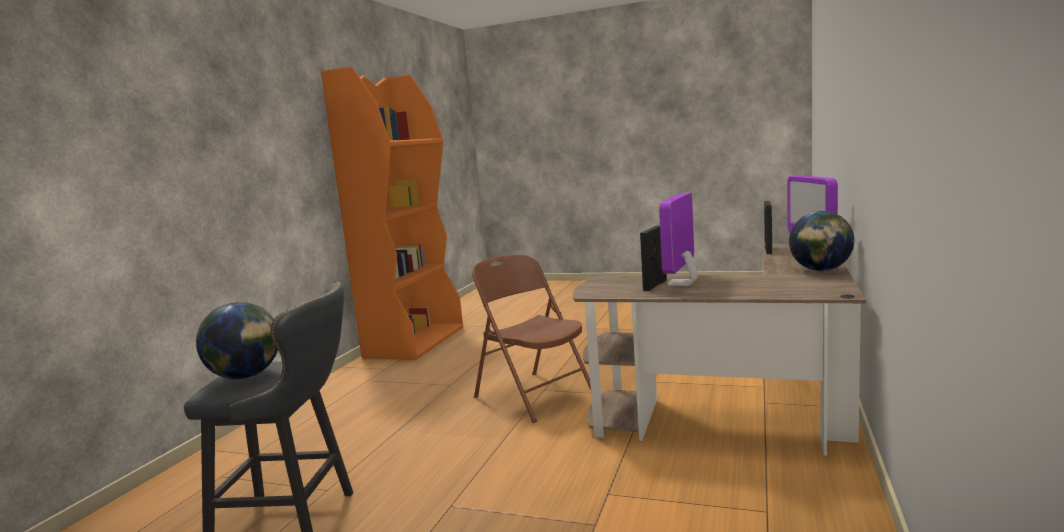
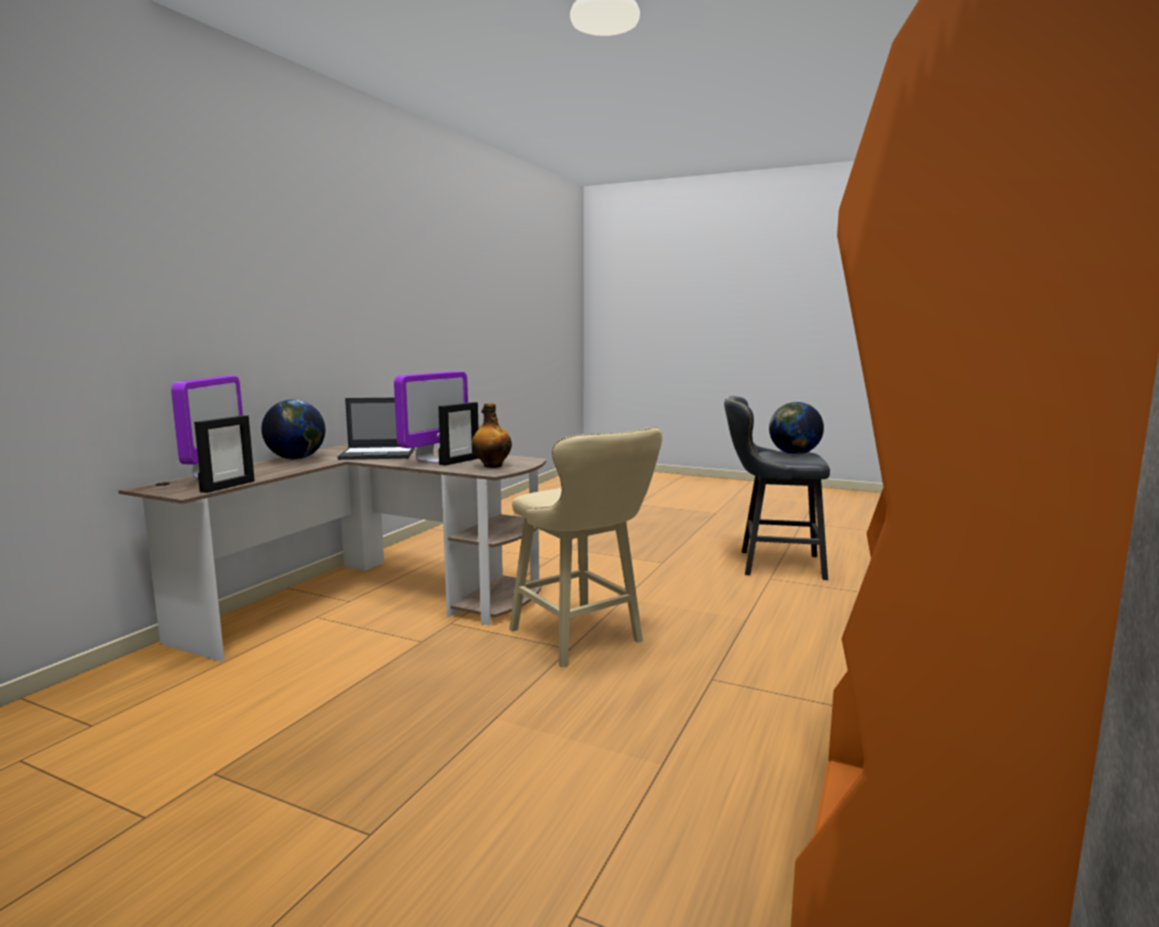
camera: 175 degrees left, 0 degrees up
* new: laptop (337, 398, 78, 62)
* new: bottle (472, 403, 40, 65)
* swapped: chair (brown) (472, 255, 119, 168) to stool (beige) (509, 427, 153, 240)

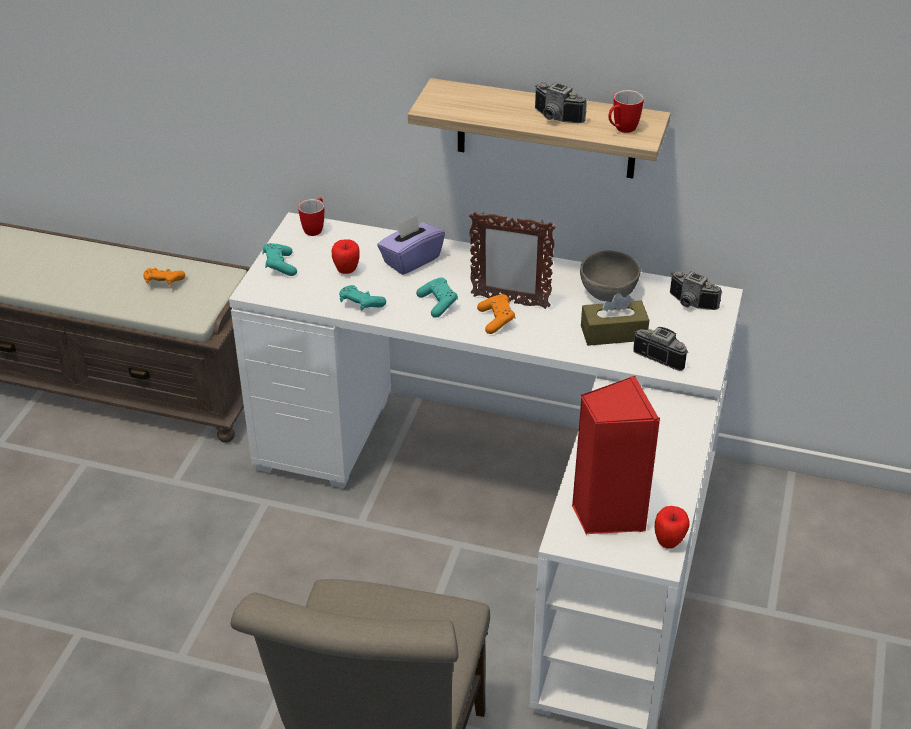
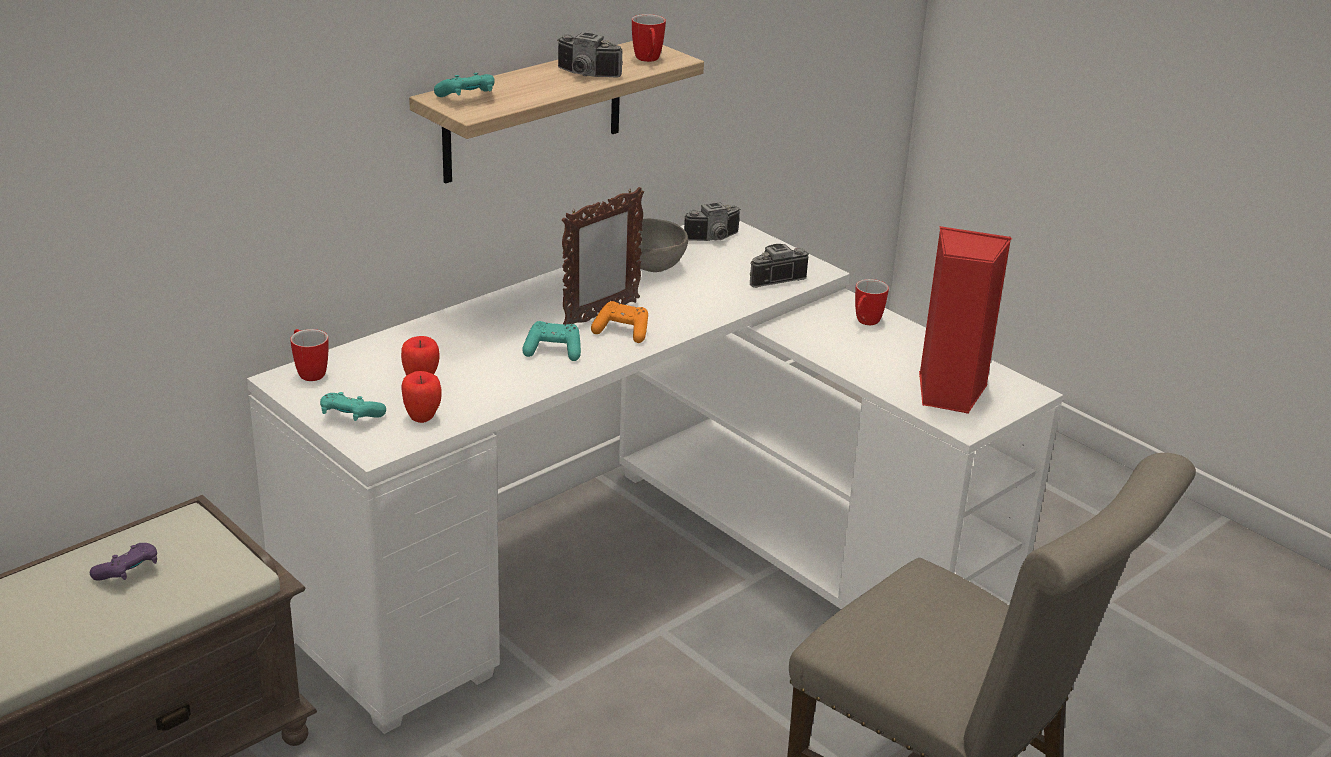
camera: 60 degrees left, 10 degrees down
* repainted: game controller (orange) (143, 268, 42, 18) to game controller (purple) (90, 543, 67, 38)
* shifted: apple (655, 506, 34, 43) to (401, 371, 41, 52)
* shifted: game controller (turquoise) (339, 285, 47, 25) to (434, 73, 61, 24)
* rotated: photo camera (535, 82, 52, 41) = (557, 33, 66, 45) 45 degrees clockwise
* new: mug (855, 279, 34, 46)
* gone: tissue box (purple) (377, 215, 68, 60)
* gone: tissue box (brown) (581, 293, 68, 53)

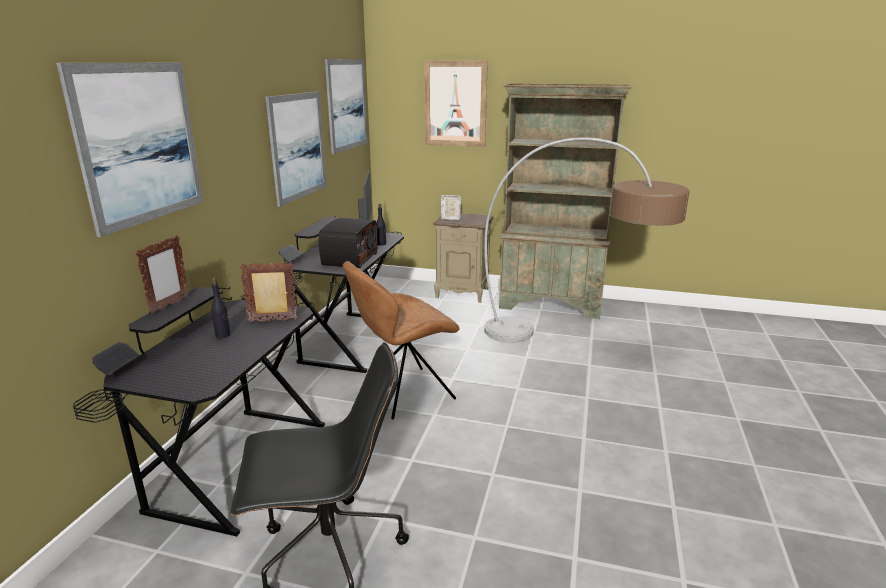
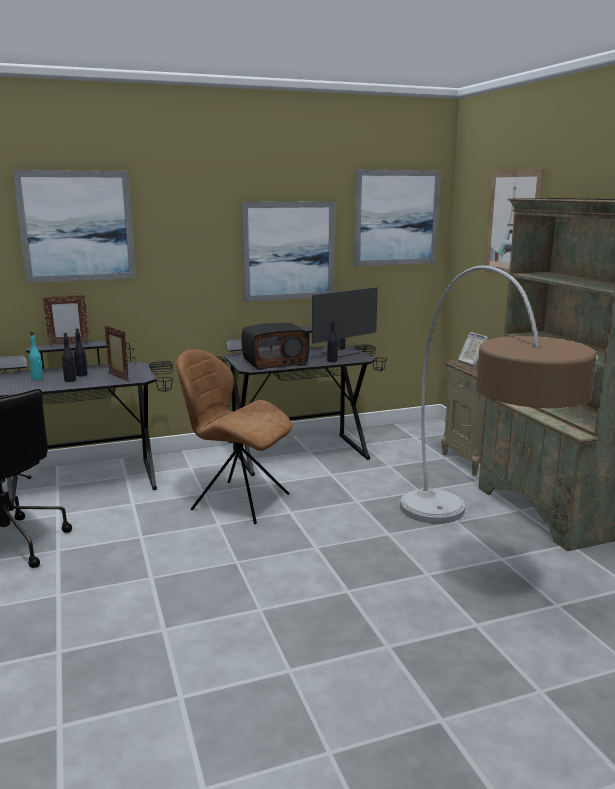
camera: 55 degrees right, 5 degrees down
* new: bottle (turquoise) (29, 331, 14, 49)
* new: bottle (black) (62, 332, 14, 50)

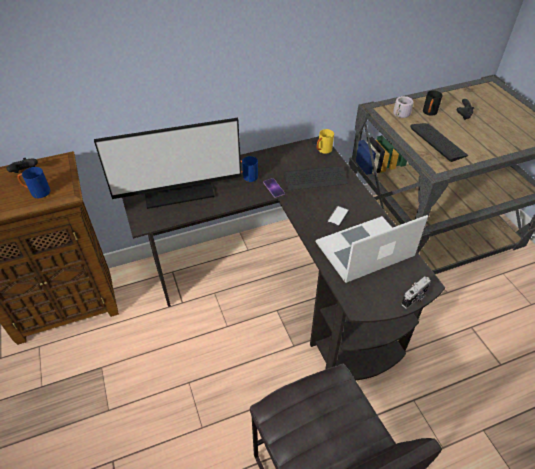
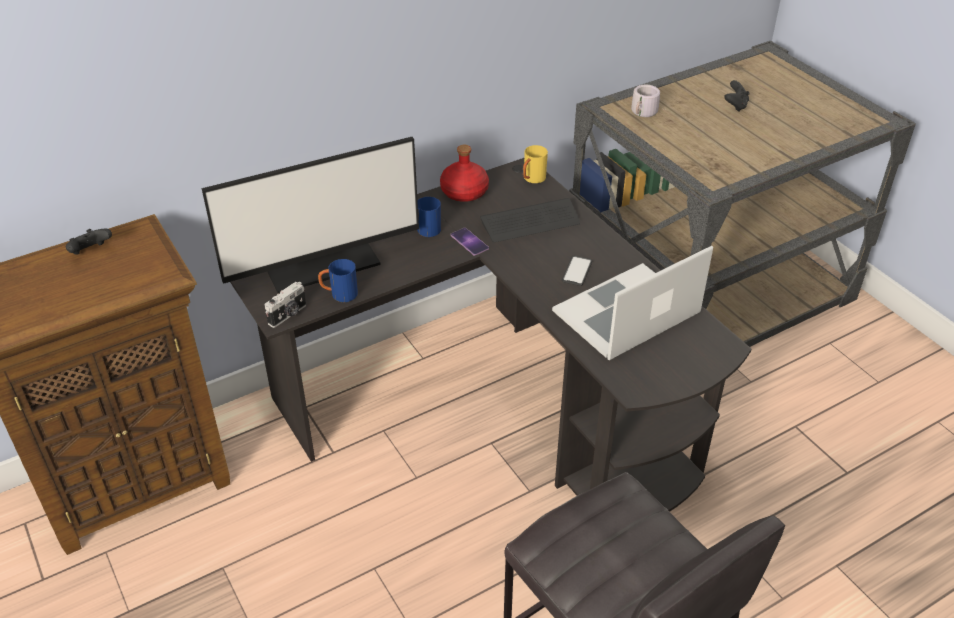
camera: 10 degrees left, 5 degrees down
* shifted: photo camera (401, 276, 30, 32) to (264, 282, 42, 46)
* shifted: mug (blue) (17, 167, 34, 31) to (318, 259, 40, 43)
* new: bottle (red) (440, 145, 49, 57)
* gone: keyboard (410, 123, 58, 39)
* gone: mug (black) (423, 90, 20, 26)

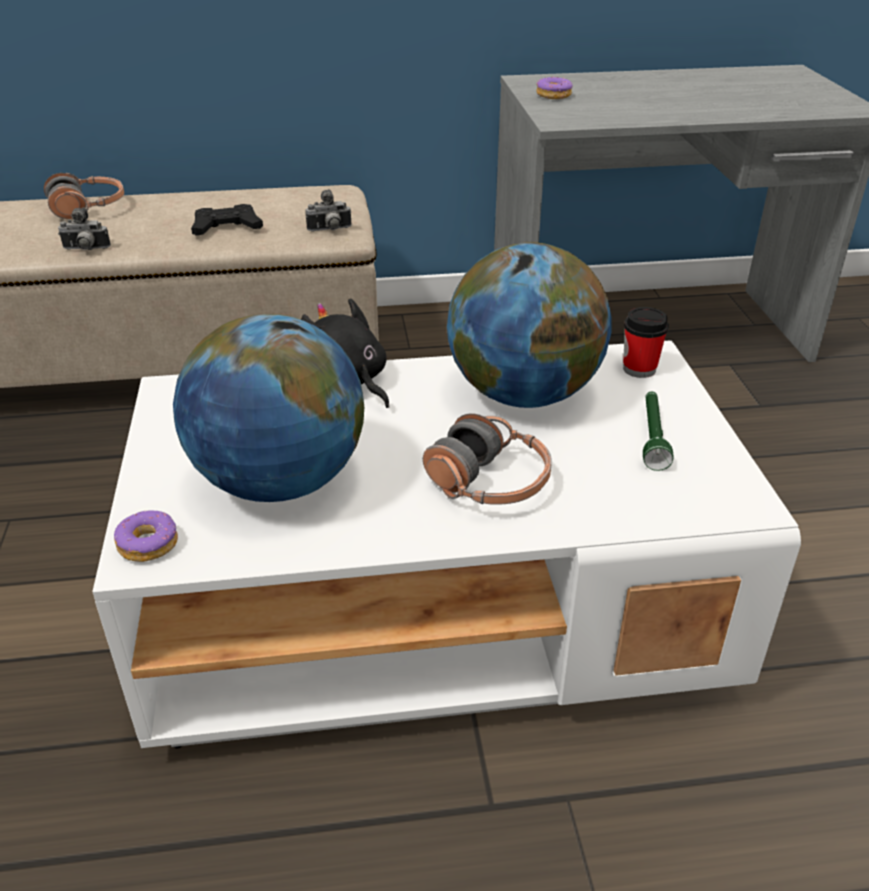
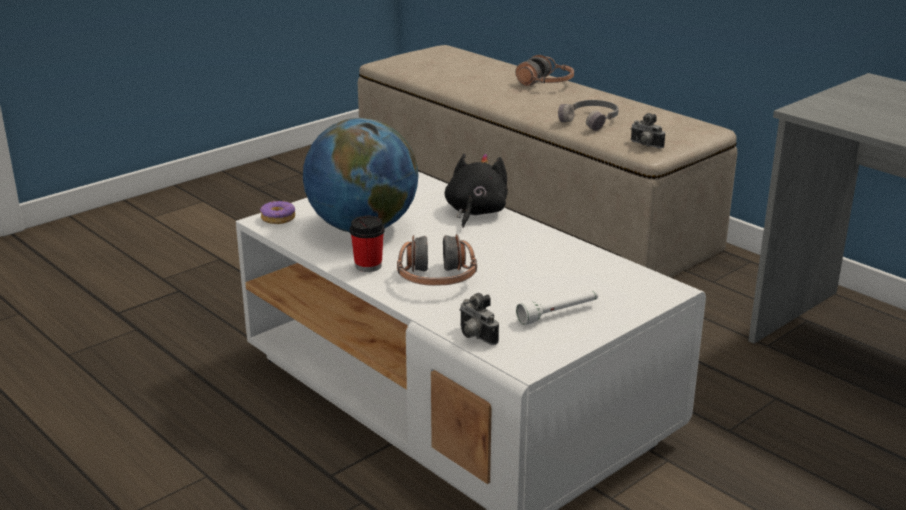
camera: 55 degrees right, 10 degrees down
* shifted: cup (623, 307, 46, 71) to (350, 216, 35, 56)
* shifted: photo camera (58, 207, 53, 43) to (460, 293, 39, 52)
* repainted: flashlight (green) (643, 391, 30, 80) to flashlight (white) (516, 291, 82, 34)
* swapped: game controller (black) (191, 204, 72, 32) to headphones (grey) (558, 100, 61, 31)
* gone: globe (447, 242, 165, 166)
* gone: donut (536, 77, 36, 22)

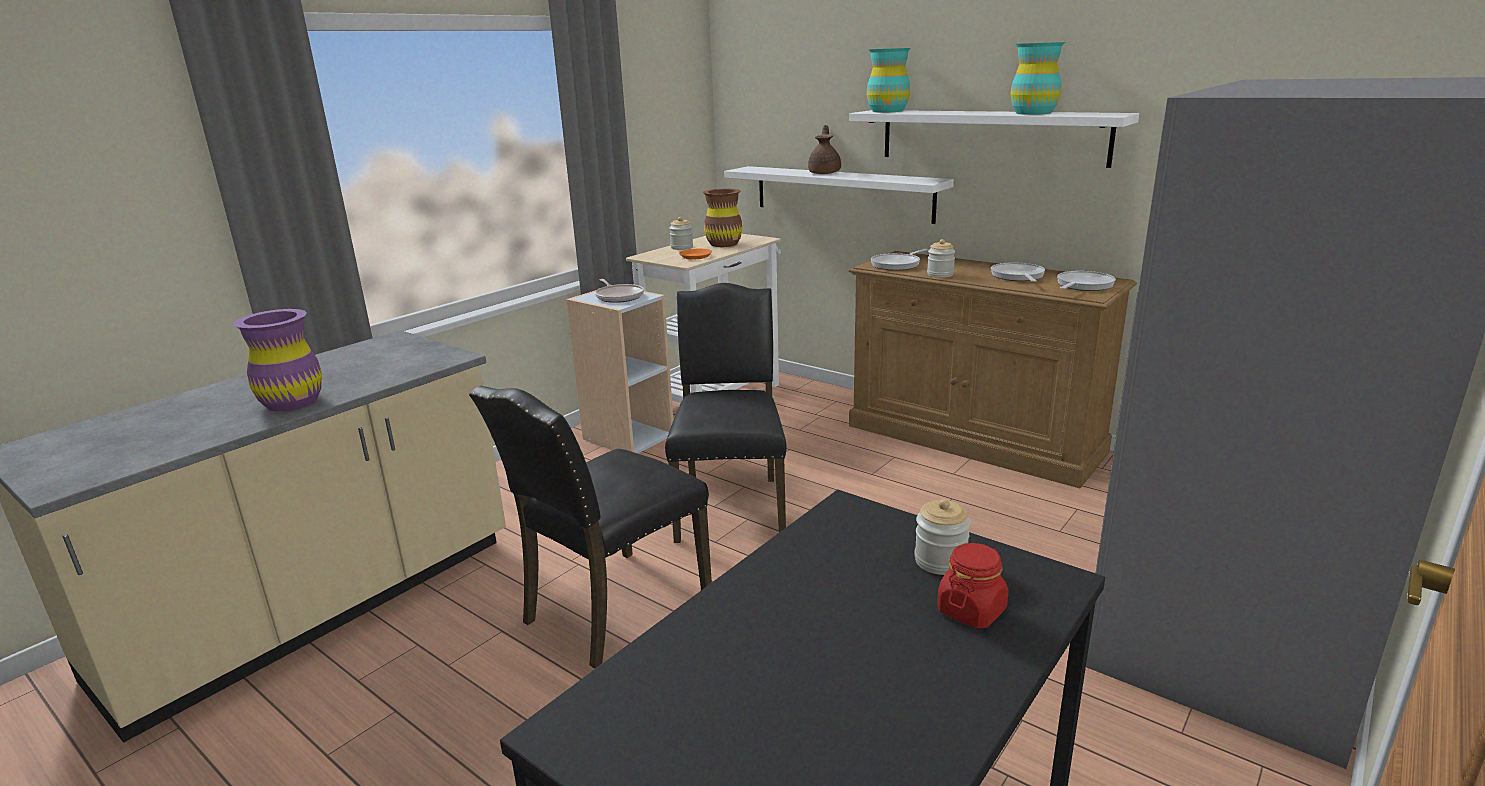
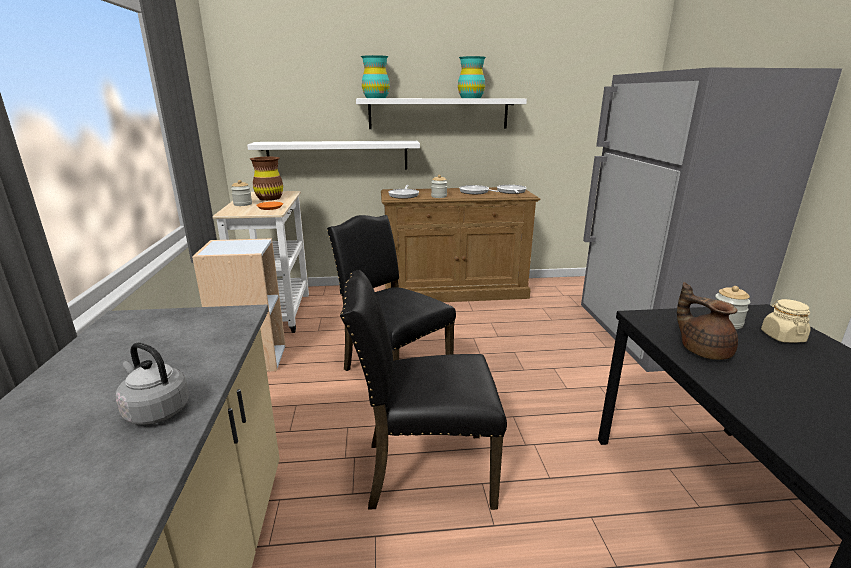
camera: 45 degrees left, 0 degrees up
* swapped: vase (purple) (233, 309, 89, 103) to kettle (grey) (116, 342, 73, 83)
* rotated: chair (black) (469, 386, 243, 283) = (340, 270, 167, 240) 90 degrees clockwise
* shifted: teapot (brown) (808, 125, 33, 49) to (677, 282, 61, 78)
* repainted: jar (red) (937, 543, 72, 85) to jar (beige) (761, 299, 50, 44)
* gone: frying pan (595, 279, 49, 24)

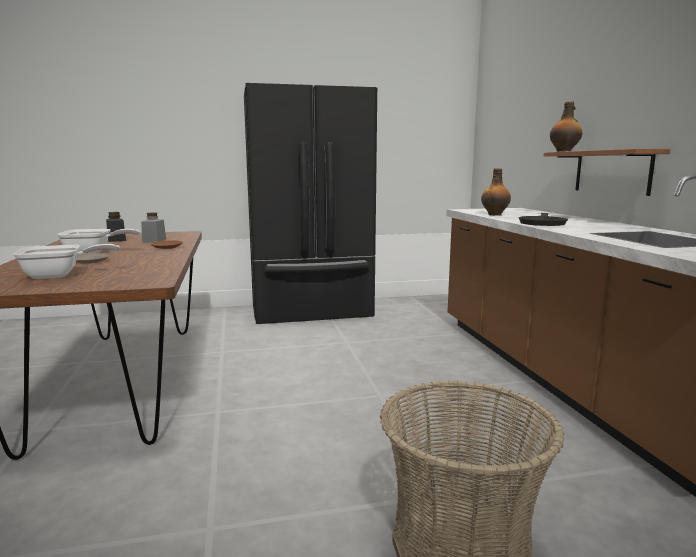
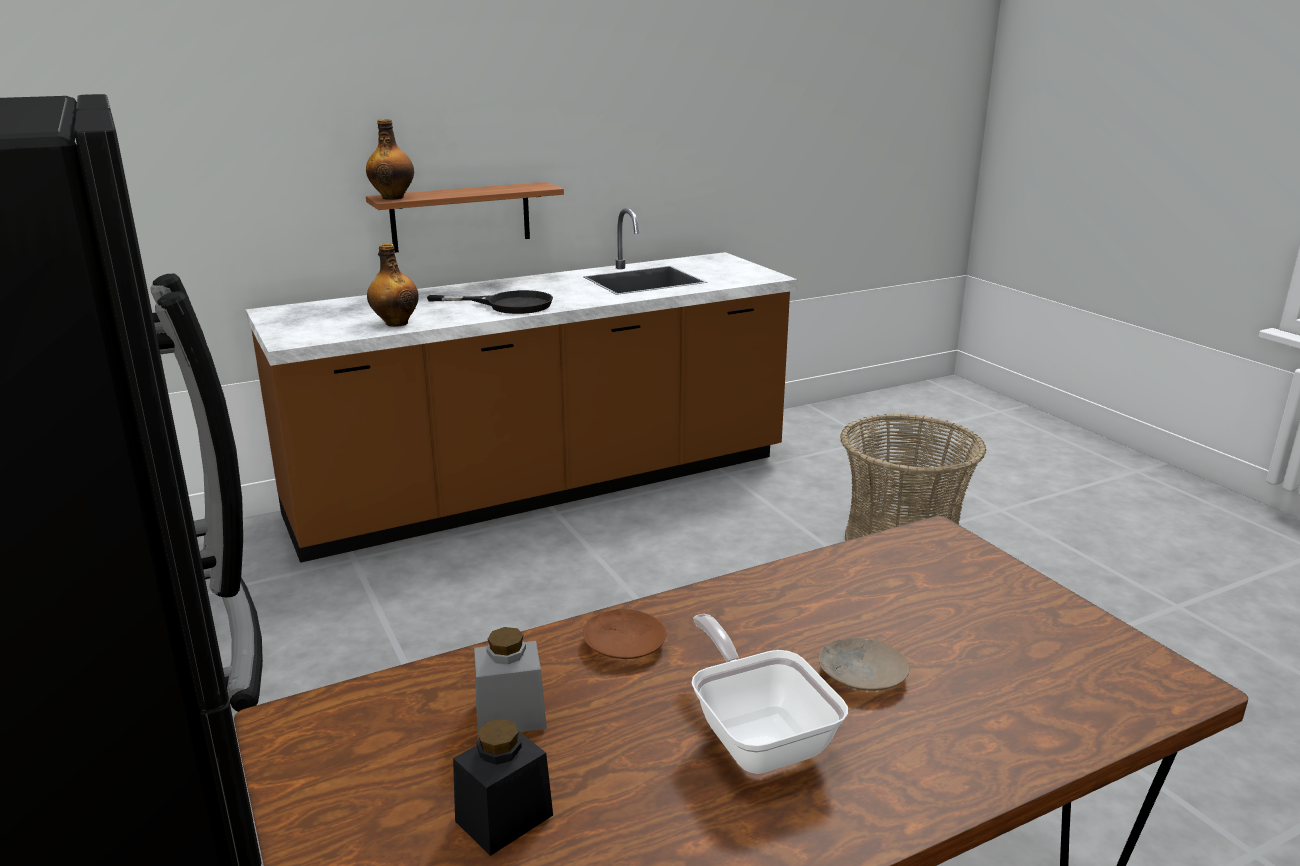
camera: 105 degrees left, 10 degrees up
* gone: frying pan (13, 244, 107, 35)

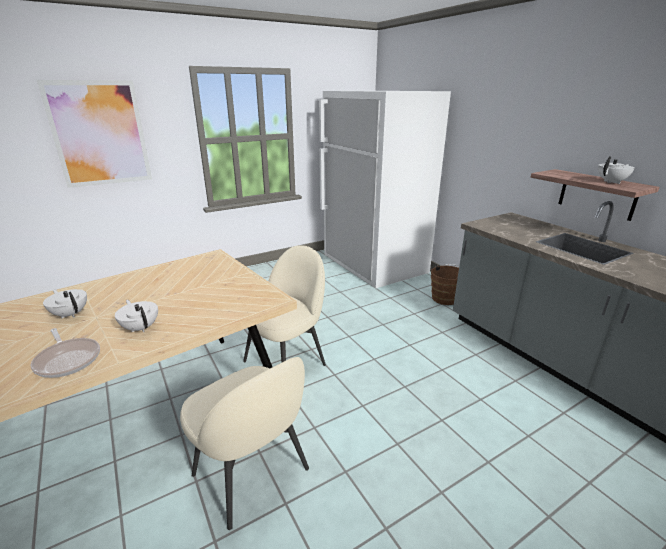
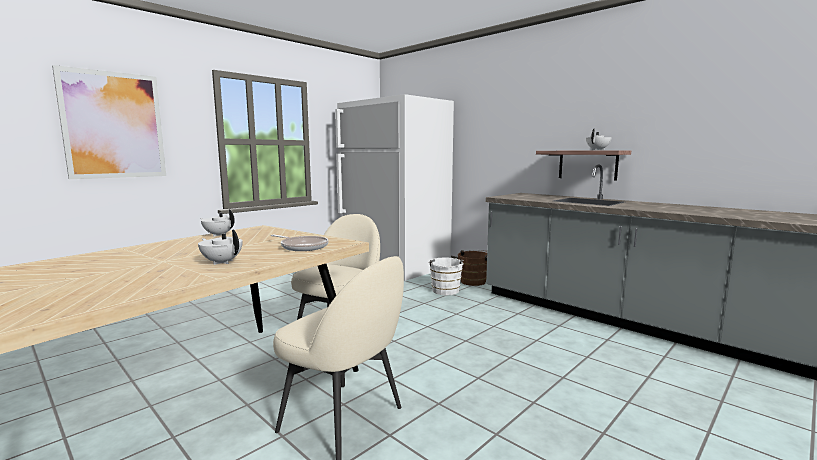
camera: 15 degrees left, 15 degrees down
* shifted: teapot (white) (43, 289, 44, 29) to (200, 209, 35, 28)
* shifted: frying pan (31, 328, 69, 50) to (271, 235, 58, 16)
* new: bucket (white) (428, 257, 36, 38)

